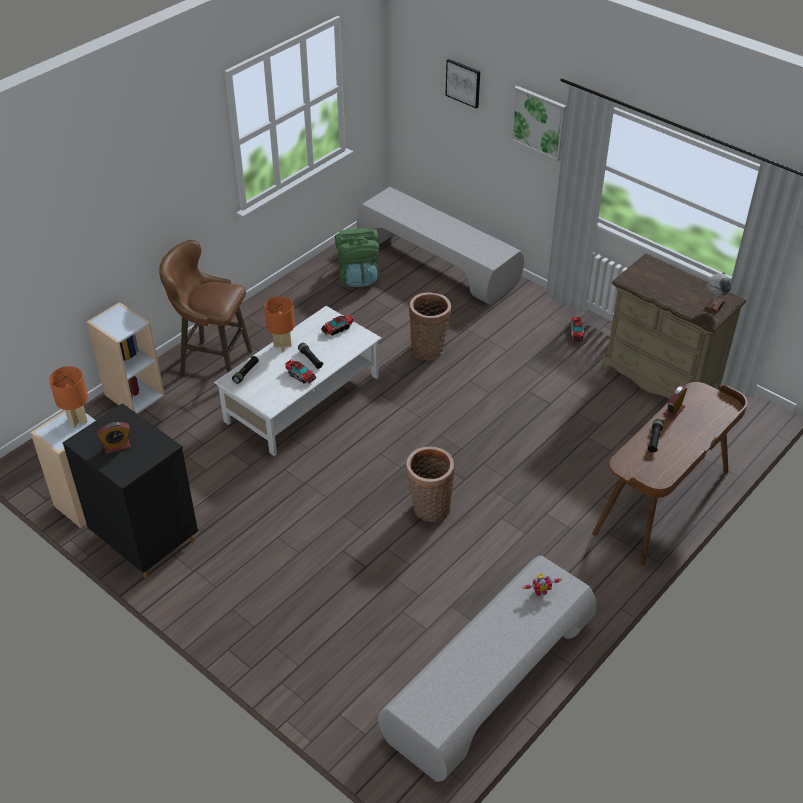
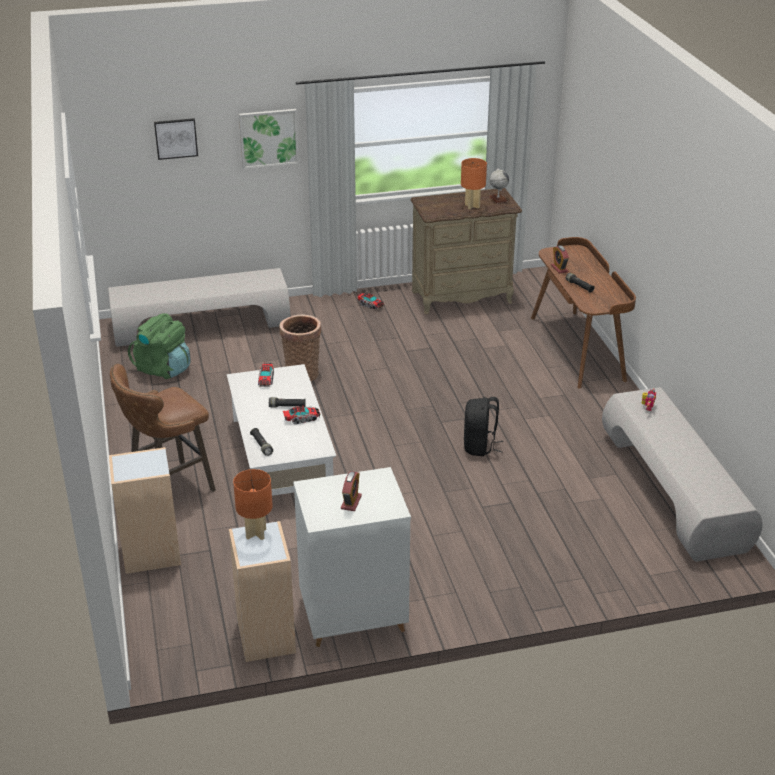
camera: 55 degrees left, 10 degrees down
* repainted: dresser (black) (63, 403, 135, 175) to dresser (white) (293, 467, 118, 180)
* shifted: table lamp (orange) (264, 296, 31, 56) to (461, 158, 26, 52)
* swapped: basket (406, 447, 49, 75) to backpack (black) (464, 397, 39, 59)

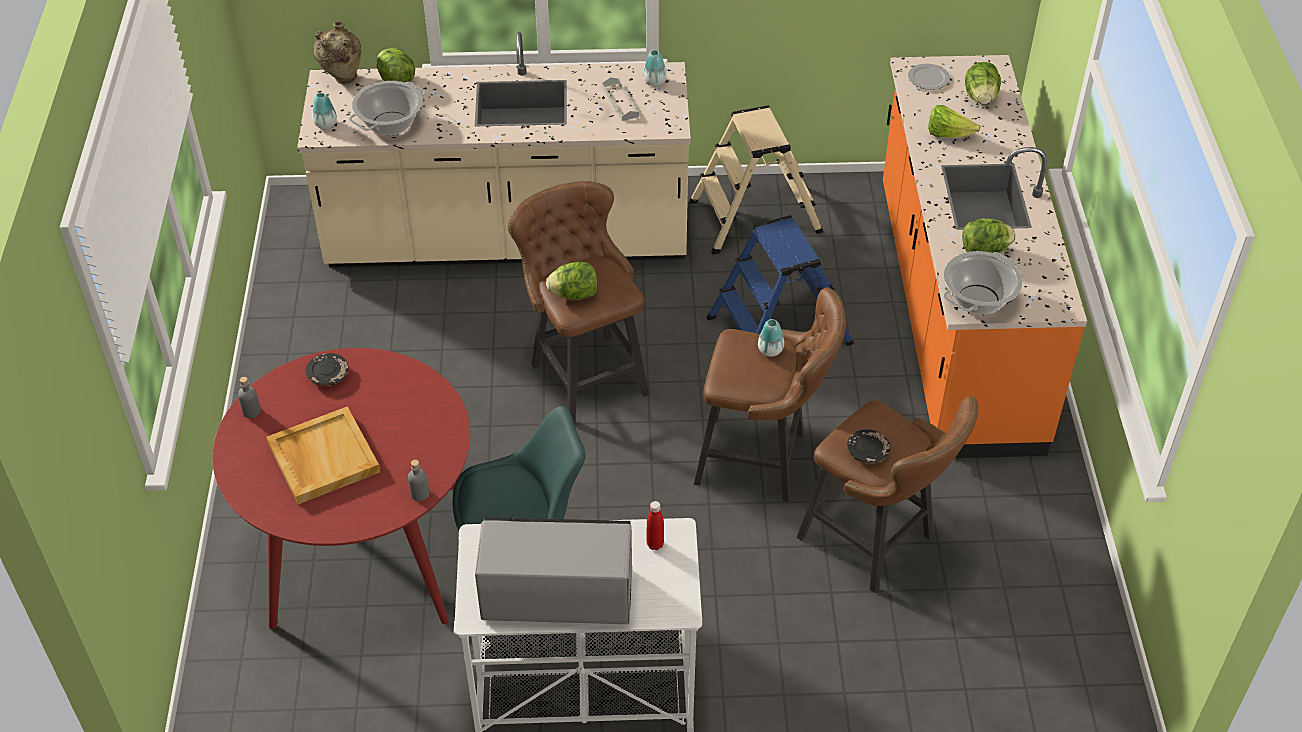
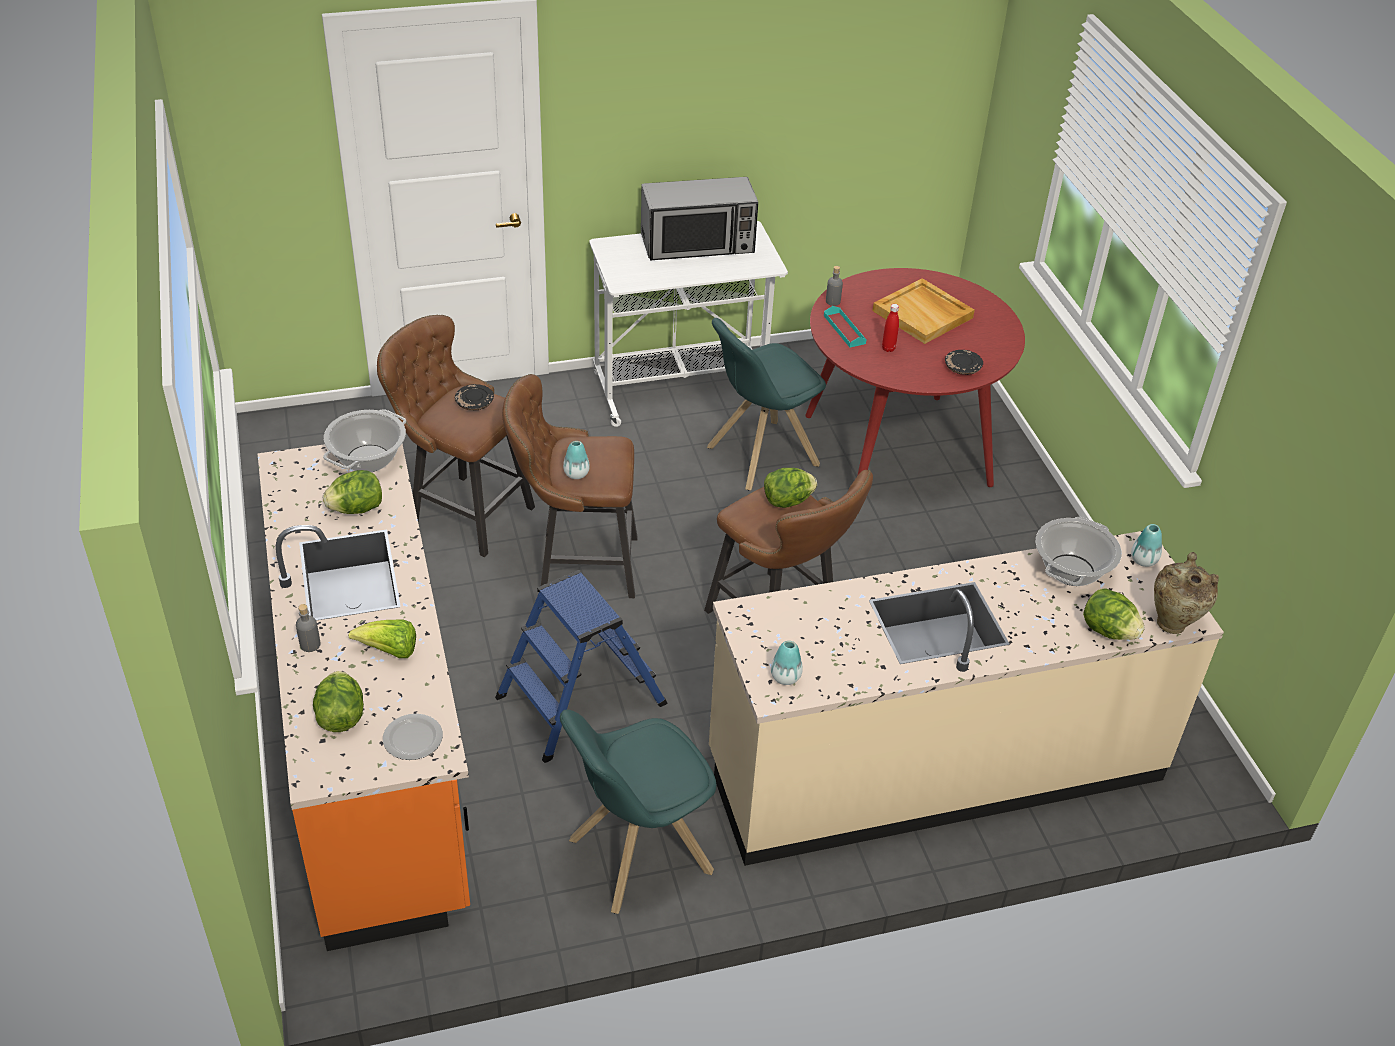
camera: 165 degrees right, 5 degrees down
* shifted: bottle (grey) (238, 377, 23, 41) to (296, 604, 25, 48)
* swapped: step ladder (beige) (689, 105, 135, 150) to chair (turquoise) (560, 710, 156, 204)
* new: tray (turquoise) (824, 306, 43, 42)
* shifted: bottle (red) (647, 501, 17, 49) to (882, 304, 17, 48)
* gone: tray (grey) (602, 77, 37, 44)

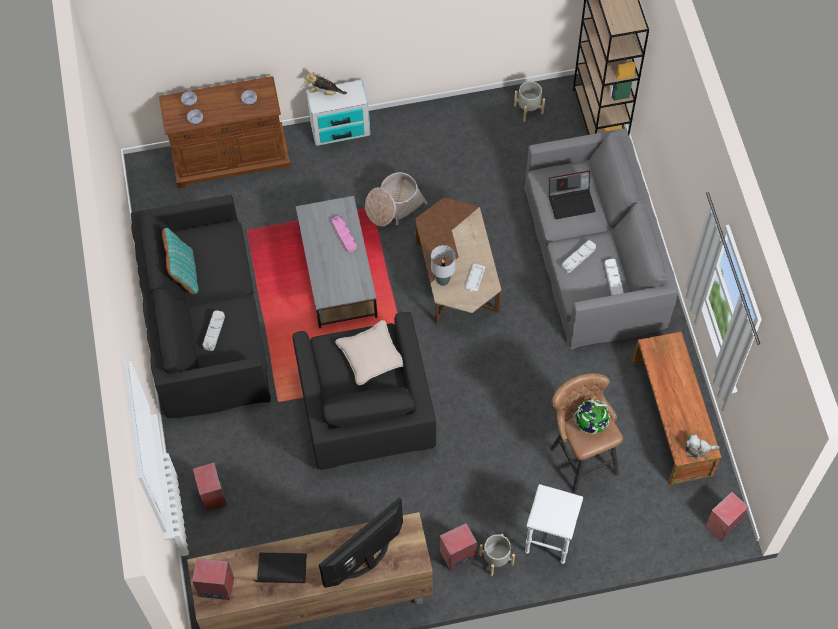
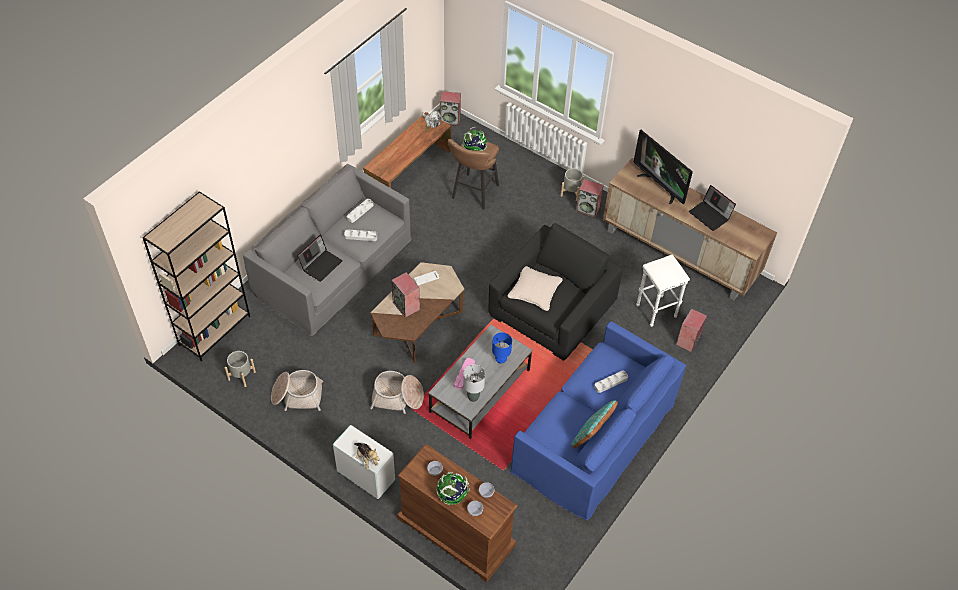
camera: 135 degrees left, 10 degrees down
* new: basket (271, 370, 52, 41)
* rotated: laptop (549, 171, 47, 48) = (297, 235, 46, 47) 90 degrees clockwise
* shifted: speaker (192, 558, 42, 42) to (391, 272, 29, 46)
* new: globe (437, 472, 33, 33)
* shifted: table lamp (grey) (431, 245, 25, 41) to (463, 365, 22, 37)
* new: table lamp (blue) (492, 332, 20, 31)
* repainted: sofa (black) (131, 195, 140, 223) to sofa (blue) (510, 321, 176, 199)
* rotated: television (319, 497, 84, 91) = (633, 130, 60, 74) 45 degrees clockwise
* shifted: stool (white) (525, 484, 58, 80) to (636, 255, 54, 72)

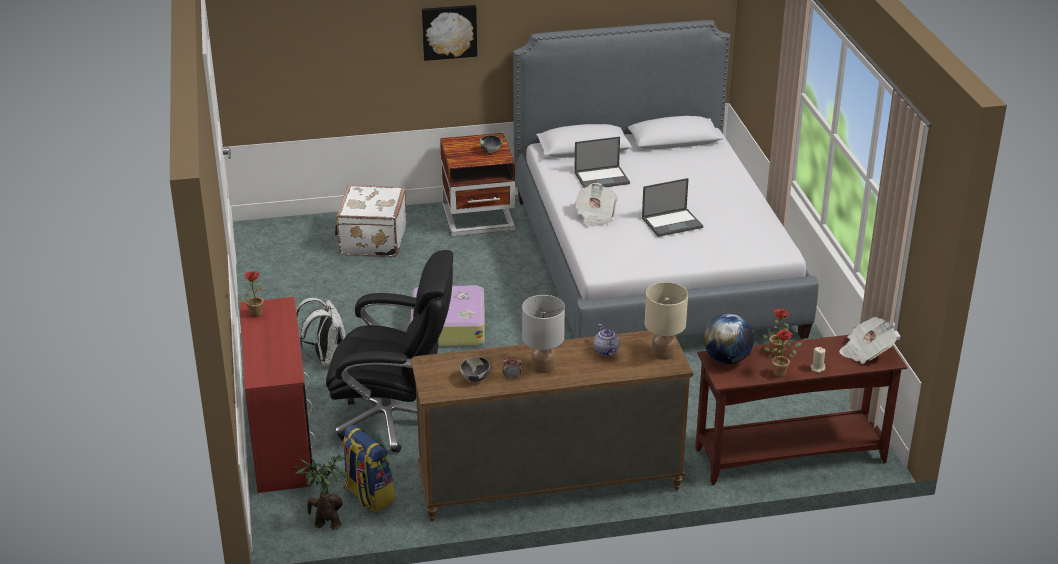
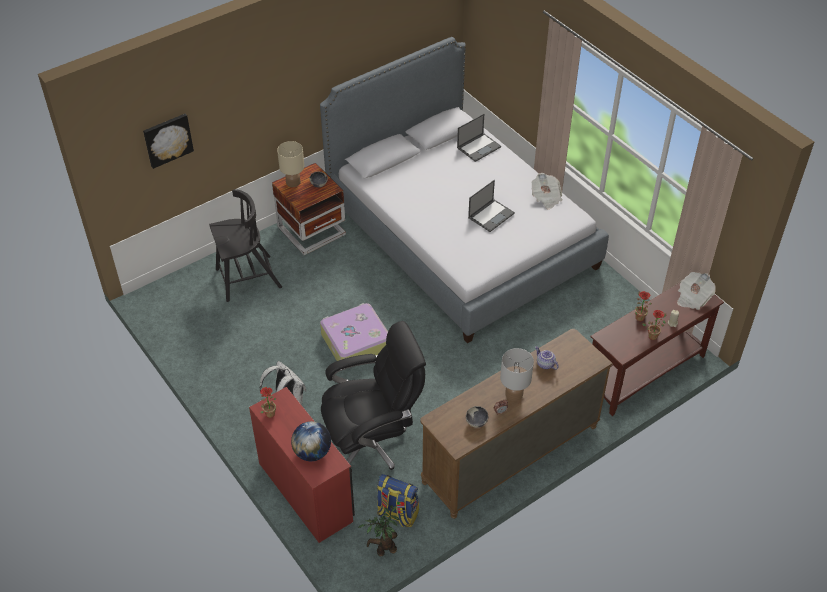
camera: 25 degrees left, 15 degrees up
* shifted: picture (422, 5, 55, 56) to (143, 114, 51, 55)
* swapped: suitcase (white) (335, 184, 72, 73) to chair (black) (209, 189, 73, 113)
* shifted: table lamp (beige) (644, 282, 44, 78) to (277, 141, 27, 46)
* shifted: globe (703, 314, 51, 50) to (291, 421, 40, 40)
* shifted: laptop (574, 137, 56, 51) to (457, 114, 44, 48)
* shifted: newspaper (574, 183, 44, 44) to (531, 173, 32, 37)

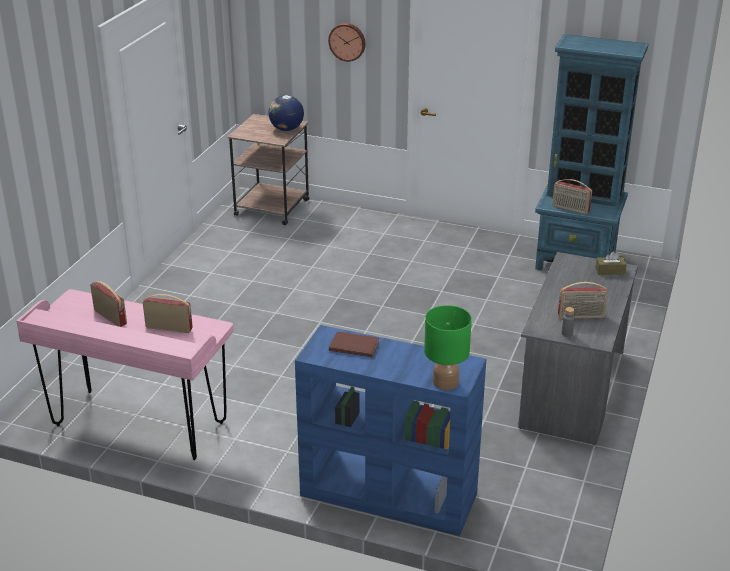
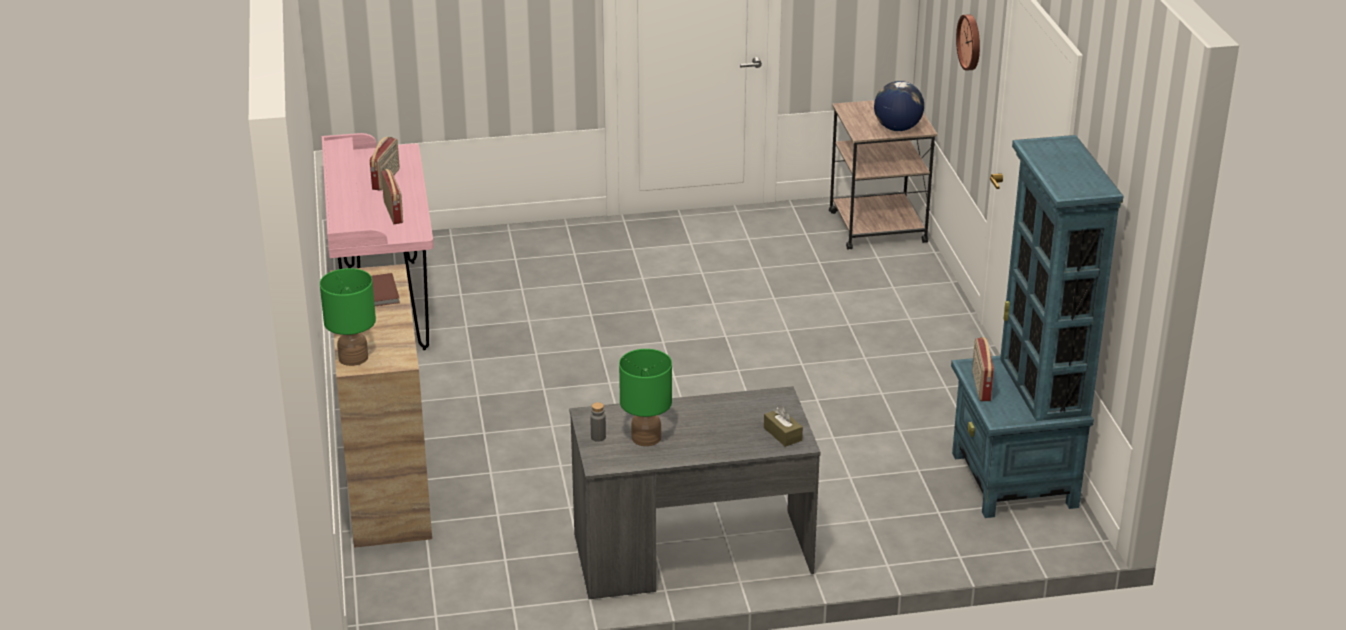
camera: 60 degrees right, 0 degrees up
* repainted: bookcase (blue) (295, 325, 191, 211) to bookcase (brown) (330, 264, 102, 284)
* swapped: radio (558, 282, 50, 37) to table lamp (green) (619, 349, 53, 97)

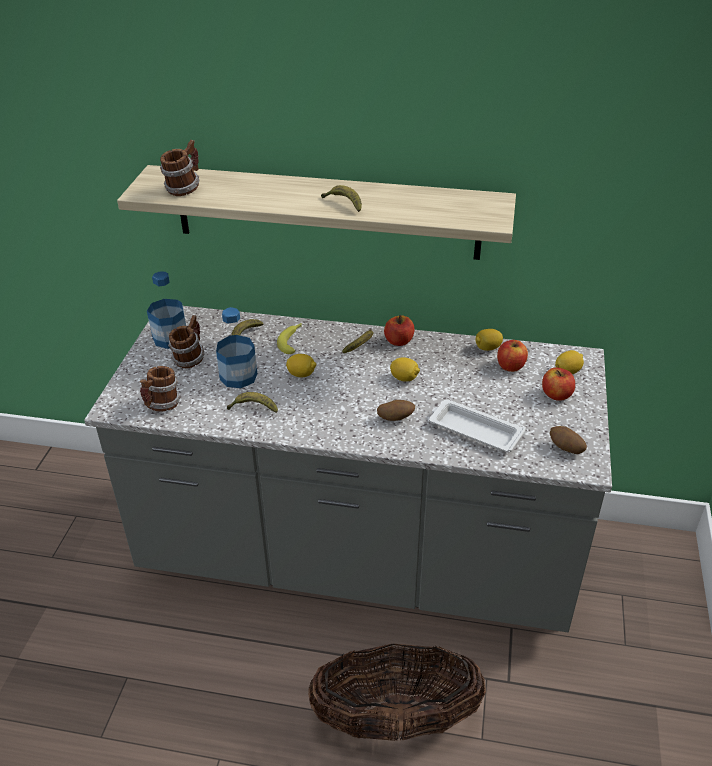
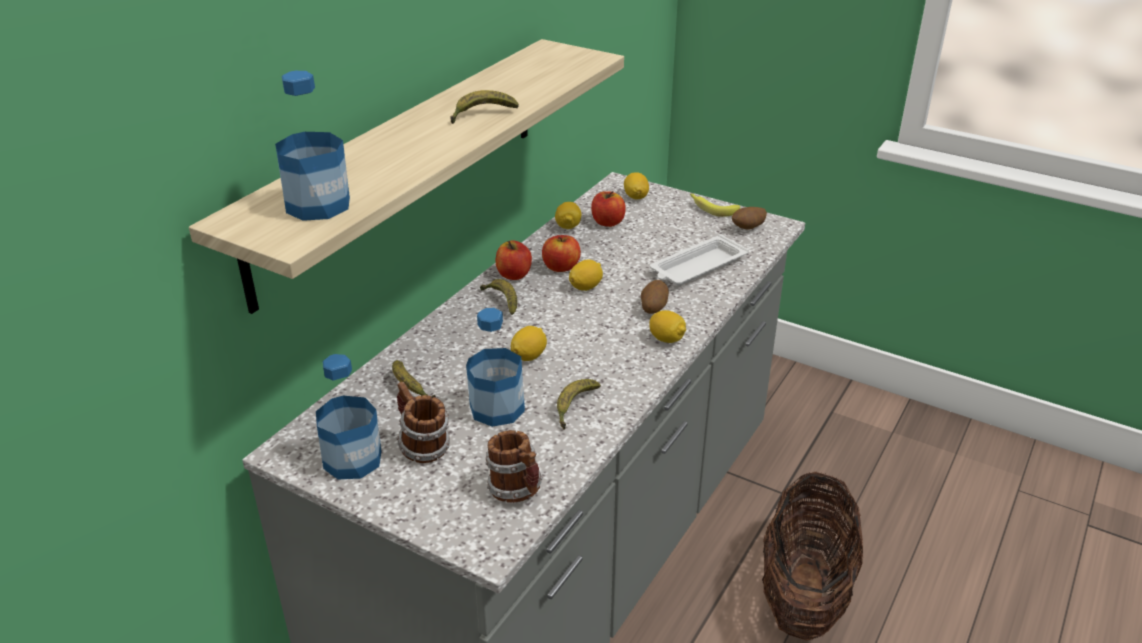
camera: 70 degrees left, 5 degrees down
* swapped: mug (160, 140, 39, 56) to bottle (275, 71, 75, 150)
* shifted: apple (542, 367, 33, 34) to (542, 235, 39, 37)
* new: lemon (649, 310, 37, 33)
* shifted: banana (277, 323, 24, 31) to (690, 194, 50, 23)

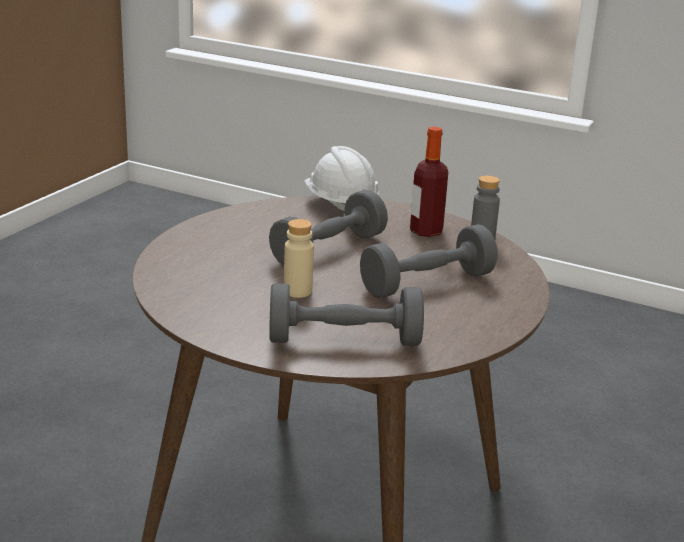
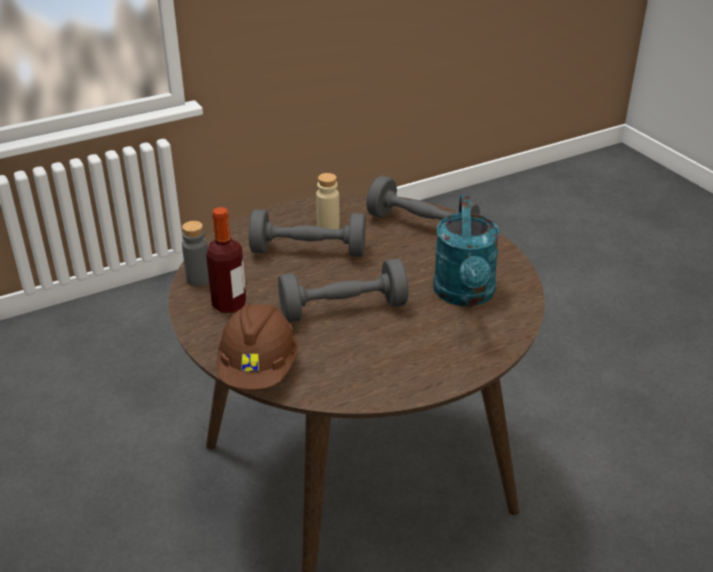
camera: 145 degrees left, 10 degrees up
* repainted: hard hat (white) (305, 146, 74, 65) to hard hat (brown) (216, 303, 82, 87)
* shifted: bottle (beige) (284, 219, 30, 79) to (316, 173, 24, 57)
* new: watering can (turquoise) (433, 195, 67, 112)

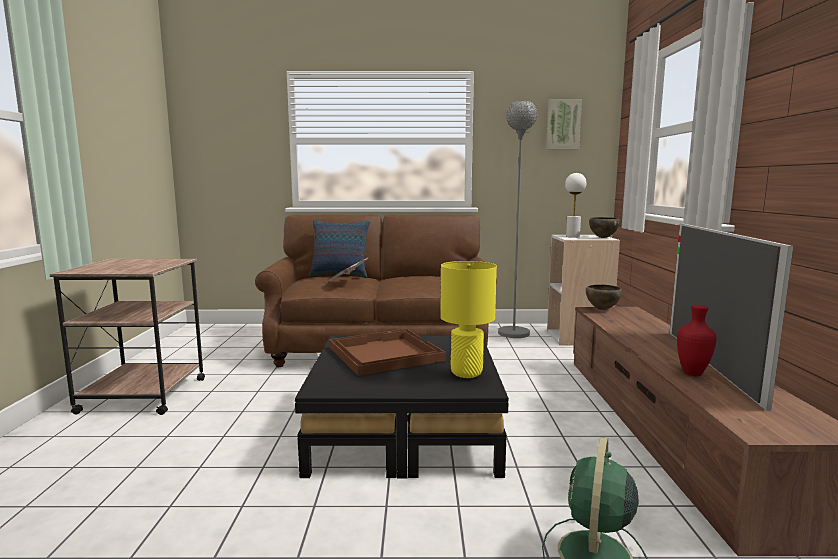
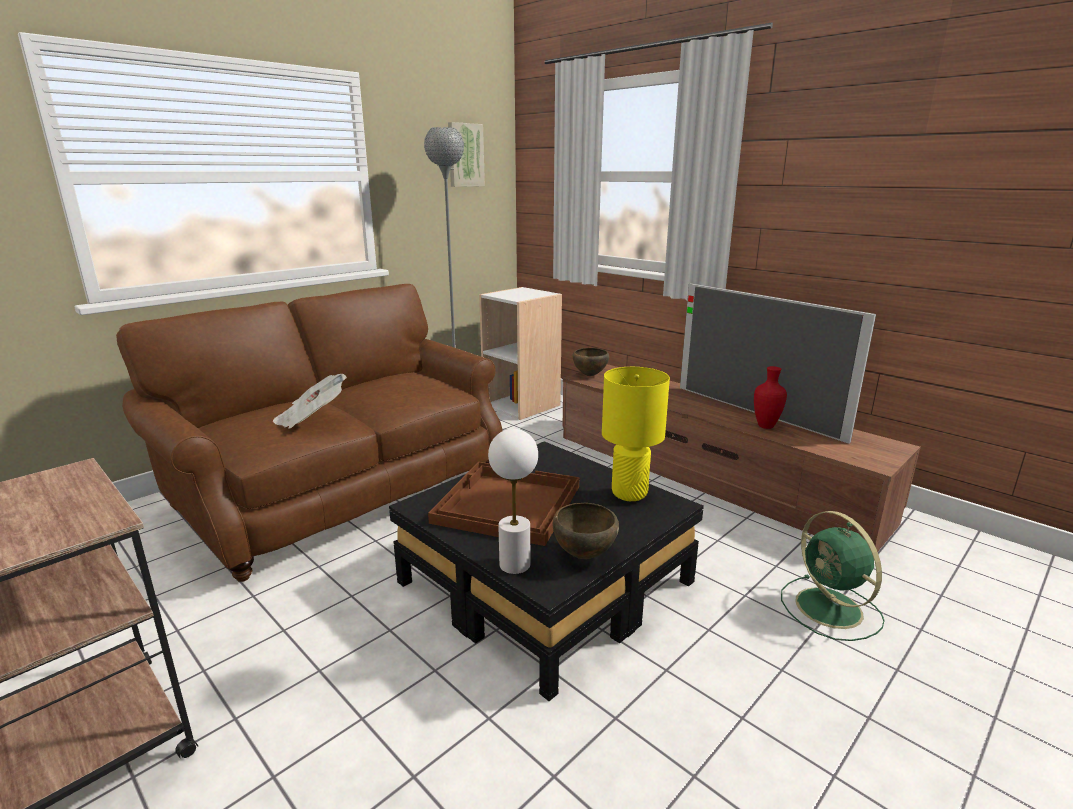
camera: 45 degrees left, 10 degrees up
* shifted: table lamp (white) (565, 173, 21, 65) to (488, 429, 50, 145)
* shifted: bowl (brown) (589, 217, 31, 21) to (553, 503, 66, 56)
* gone: pillow (blue) (309, 220, 61, 58)

